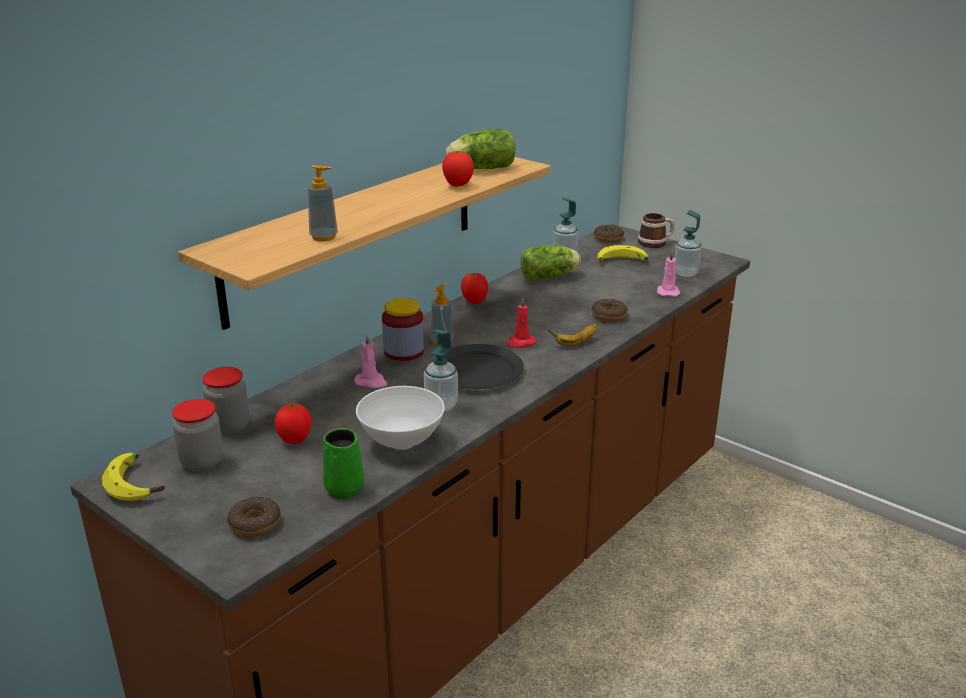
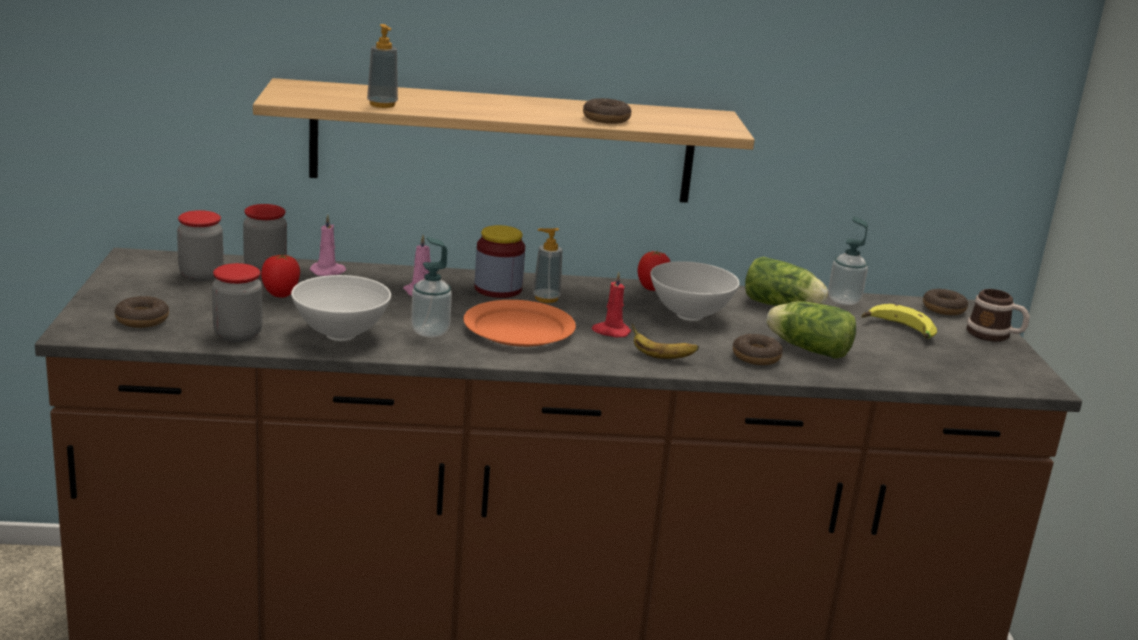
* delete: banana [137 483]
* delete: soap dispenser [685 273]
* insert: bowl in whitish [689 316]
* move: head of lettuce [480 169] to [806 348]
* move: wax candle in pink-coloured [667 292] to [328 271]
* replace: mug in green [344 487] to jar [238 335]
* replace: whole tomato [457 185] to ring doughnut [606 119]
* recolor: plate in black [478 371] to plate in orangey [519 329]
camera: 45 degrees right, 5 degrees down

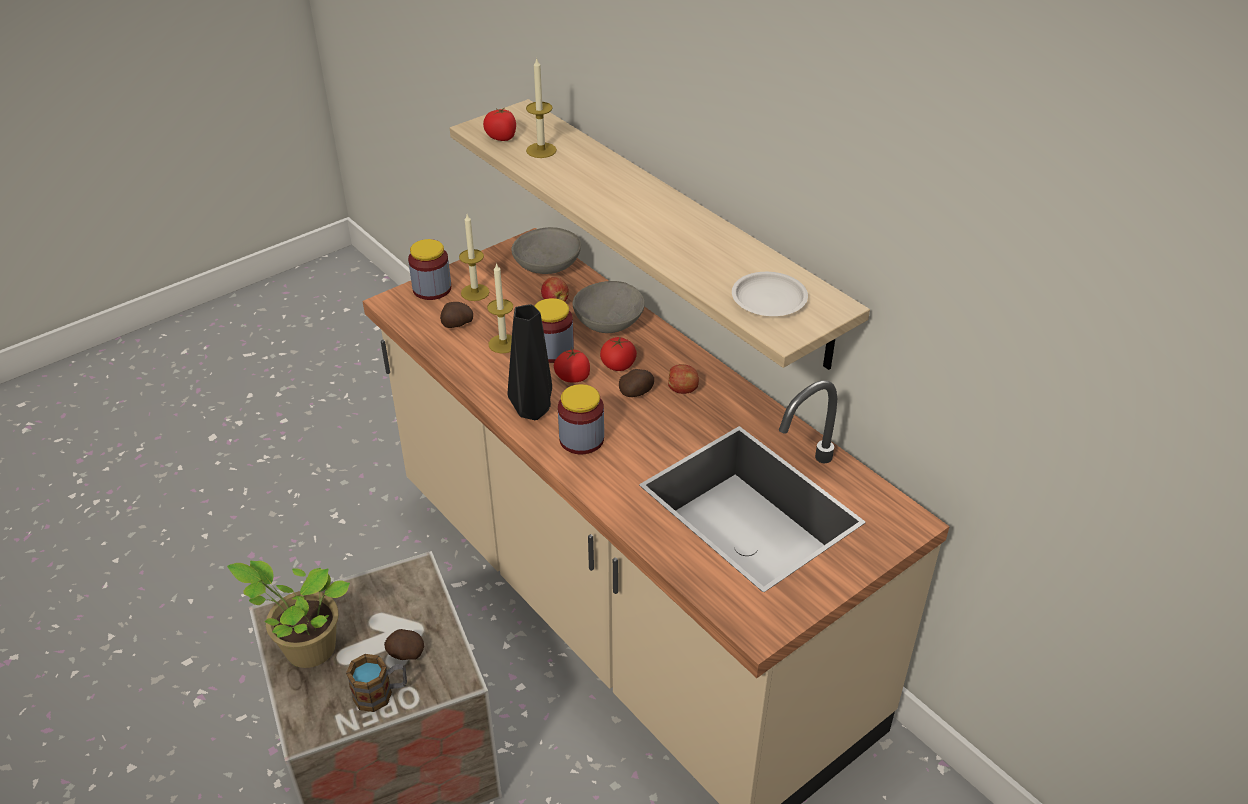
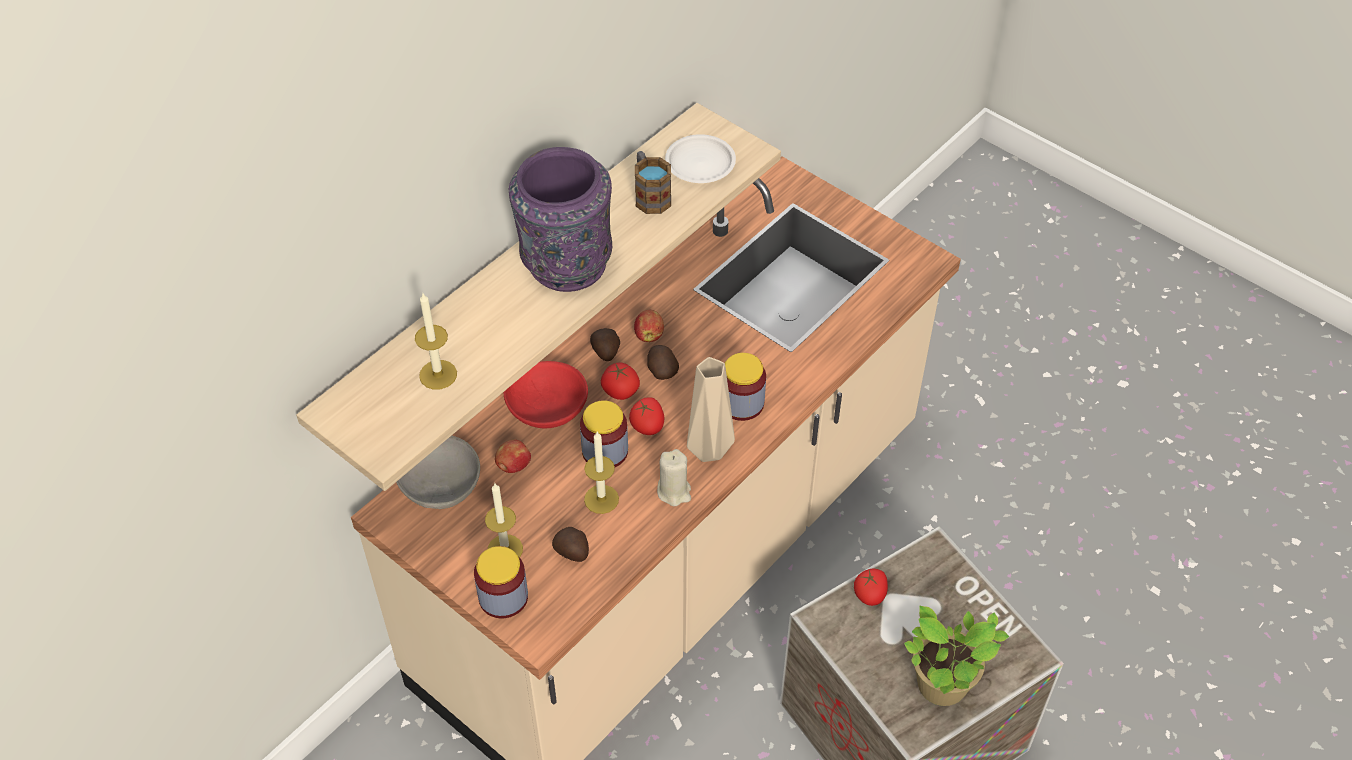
* insert: decorative vase in purple-coloured [566 264]
* insert: wax candle in sand-coloured [674 491]
* move: mug [381 694] to [650 195]
* move: spud [405 654] to [605 352]
* move: whole tomato [501 137] to [870 594]
* recolor: decorative vase in black [532 409] to decorative vase in sand-coloured [707 451]
* recolor: bowl in grey [608 323] to bowl in red [547 410]
camera: 100 degrees left, 10 degrees up

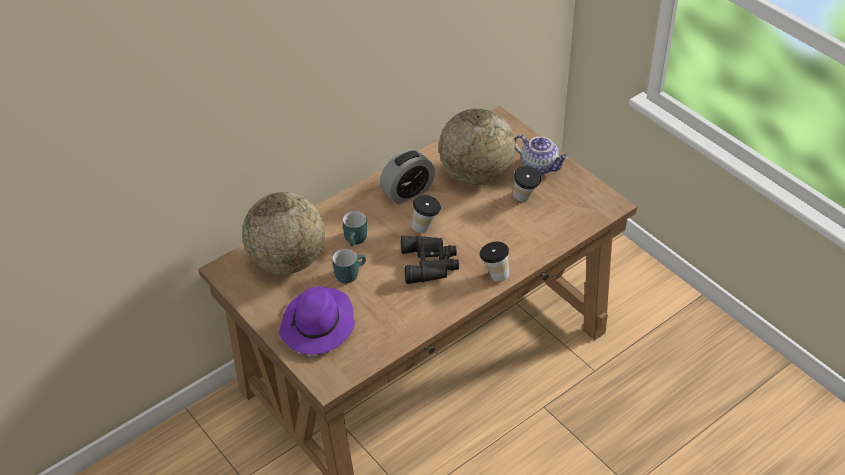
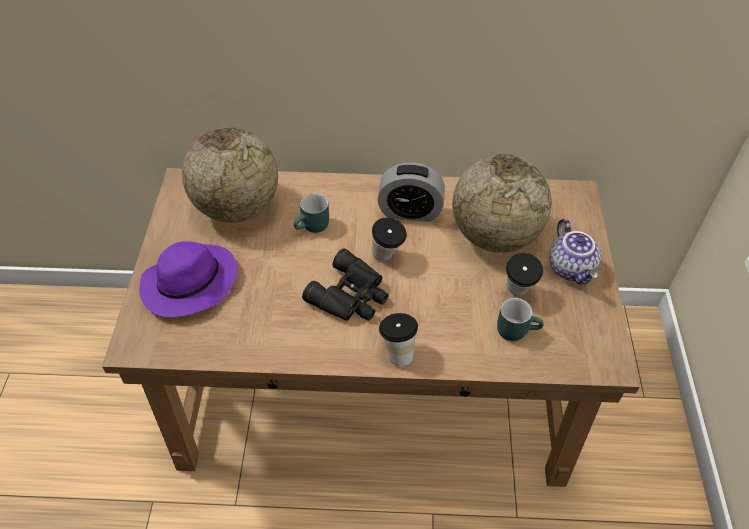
* move: mug in turquoise [349 273] to [516 329]
camera: 40 degrees right, 5 degrees up

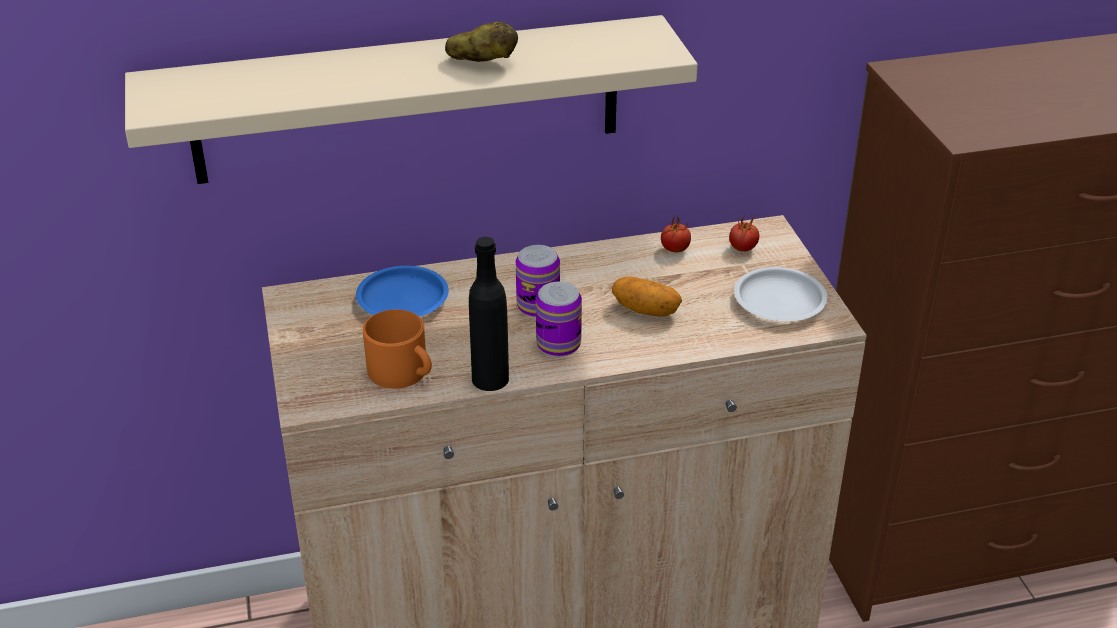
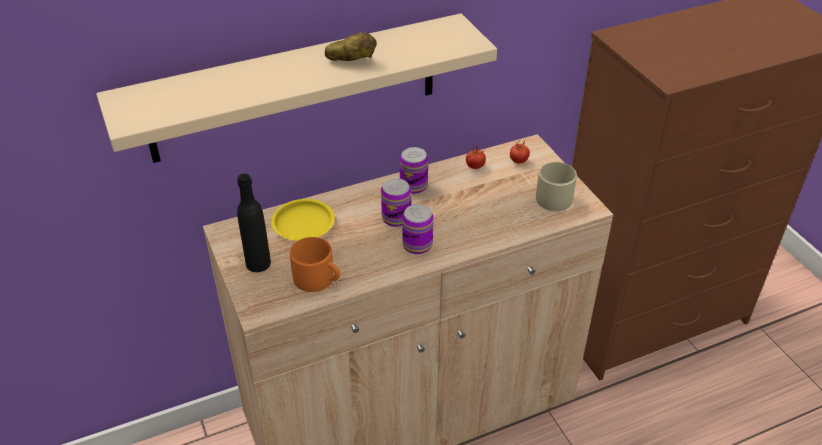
* delete: spud [646 310]
* insert: sealed can [413 186]
* move: bottle in black [490 379] to [258 263]
* replace: plate in whitish [778 300] to mug in sand-coloured [551 196]
* recolor: plate in blue [403 299] to plate in yellowish [304 223]
camera: 10 degrees left, 5 degrees up

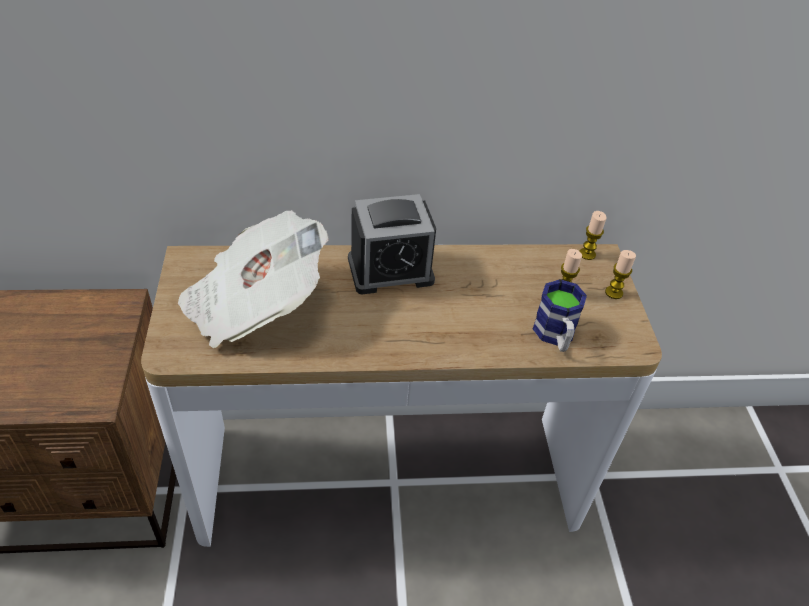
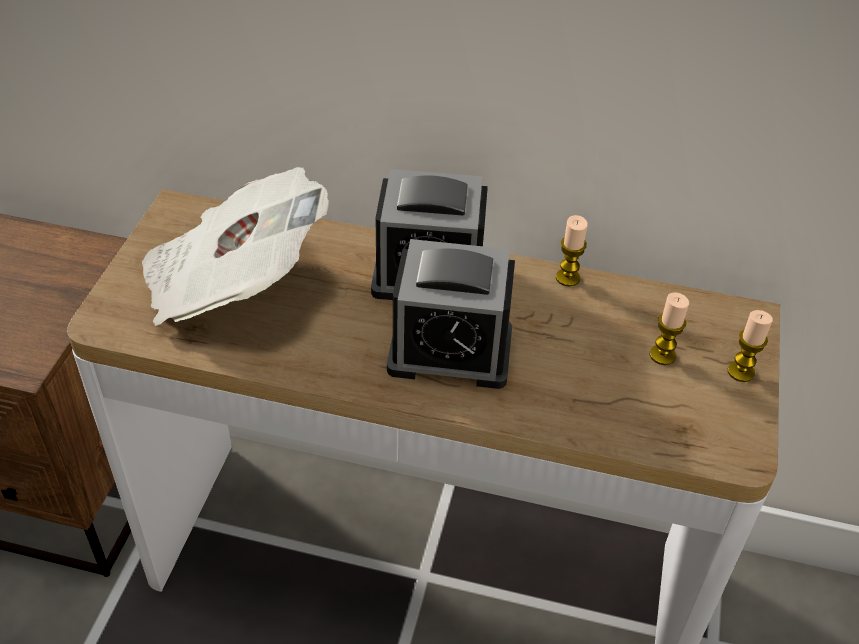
* delete: mug [555 336]
* insert: table clock [450 351]
* move: wax candle [587 254] to [567 278]
camera: 20 degrees right, 0 degrees up

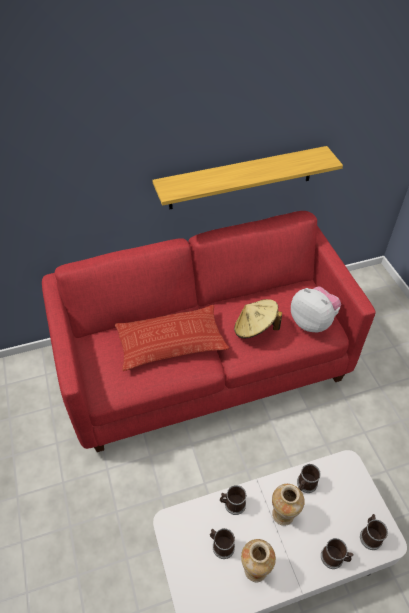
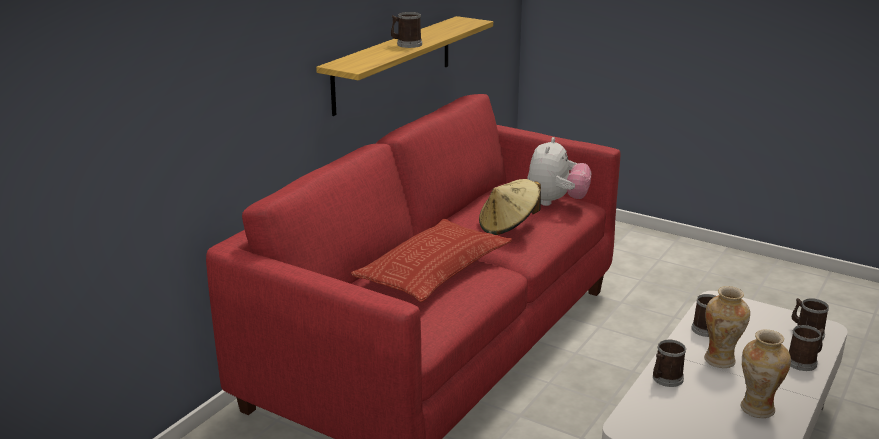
* move: mug [221 545] to [406 44]
* rotate: soft toy [312 321] = [556 202] 105 degrees clockwise
camera: 40 degrees left, 25 degrees down

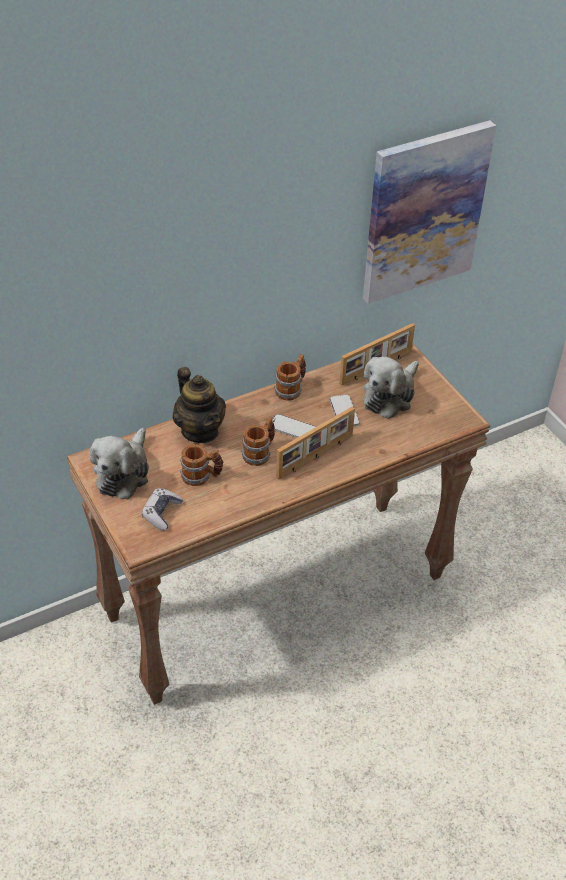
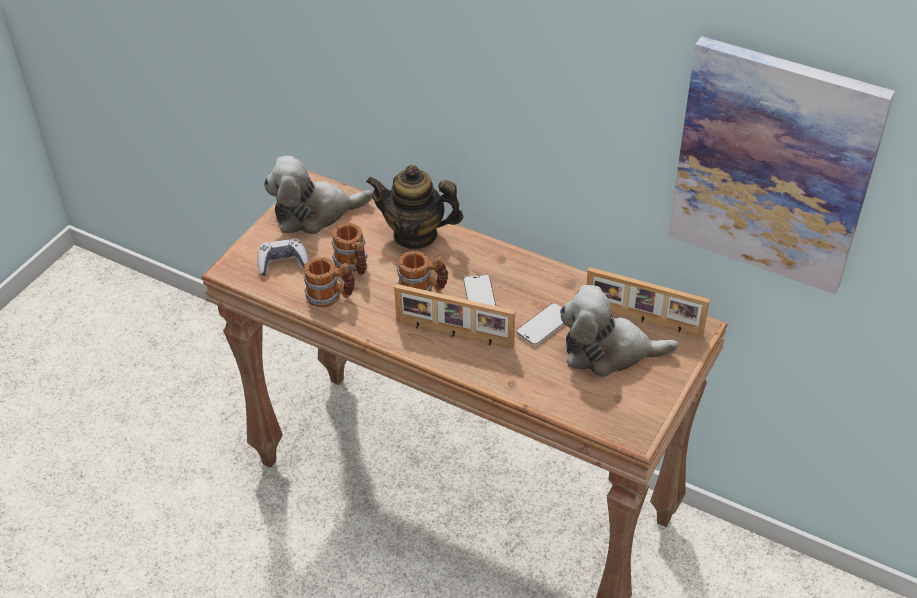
* move: mug [291 389] to [330 297]
* rotate: tea pot [200 430] = [415 235] 75 degrees clockwise
camera: 60 degrees right, 0 degrees up

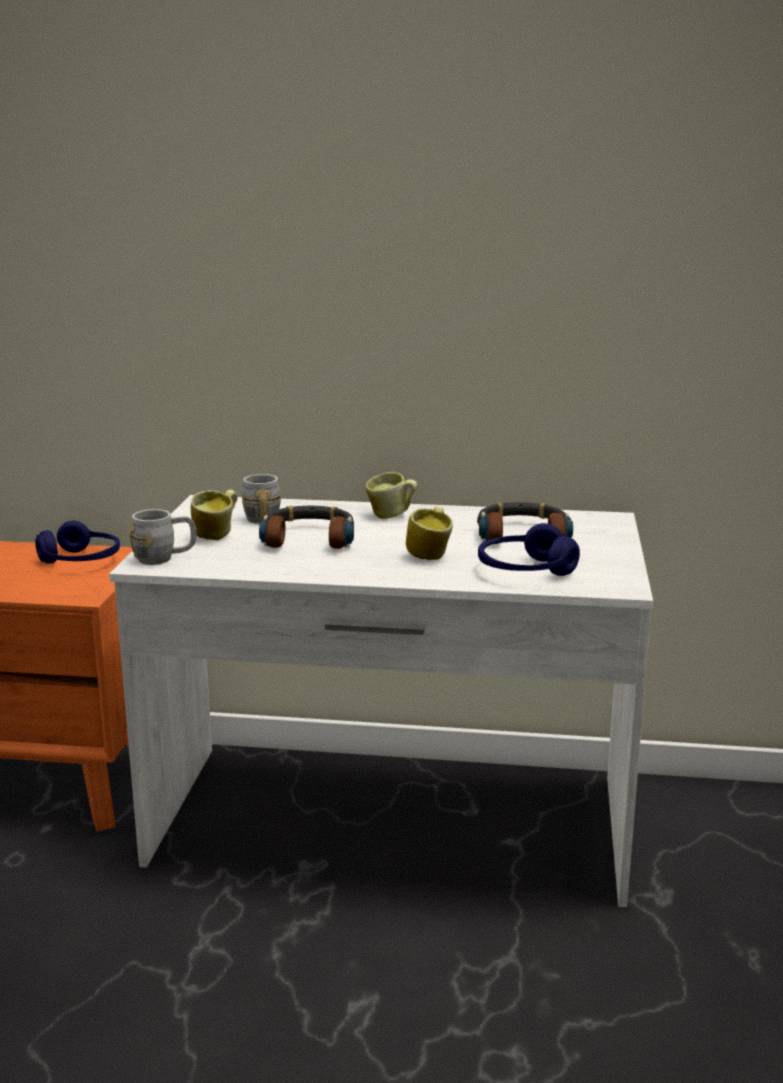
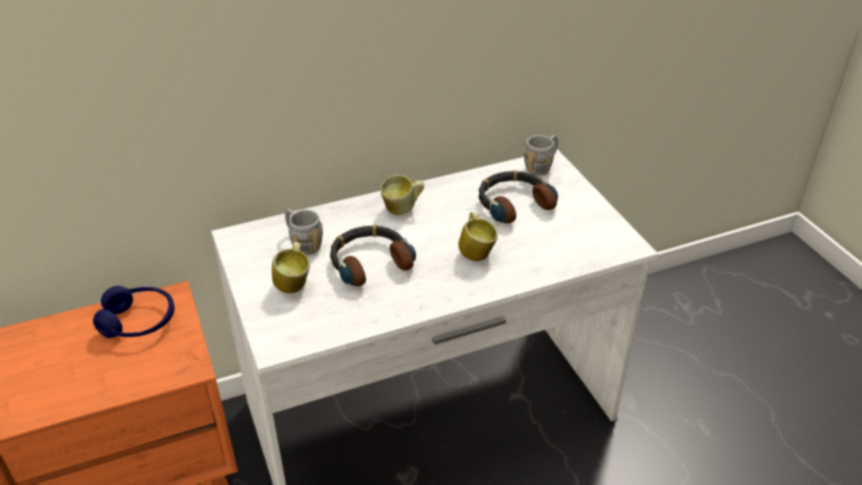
* delete: pair of headphones in blue [525 570]
* move: mug in grey [164 558] to [541 166]
camera: 30 degrees left, 20 degrees up

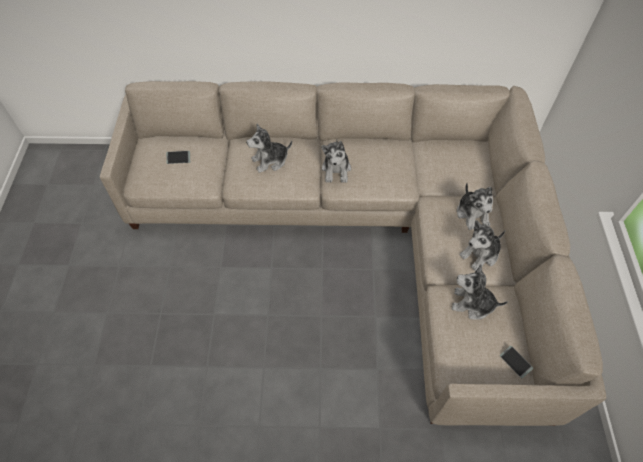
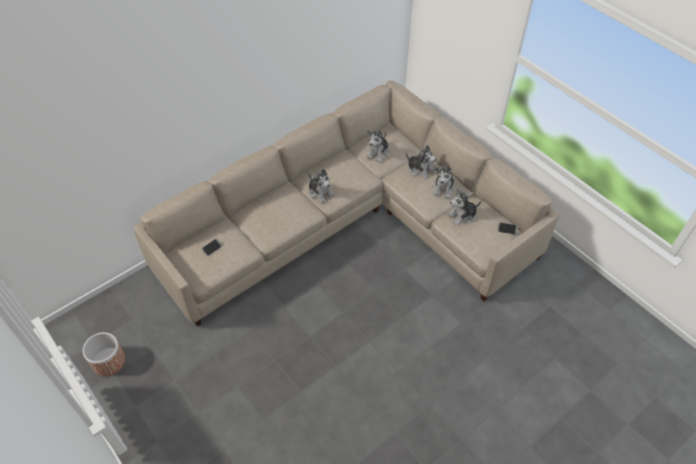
* insert: plant pot [108 361]
* move: soft toy [270 161] to [378 152]
camera: 40 degrees left, 5 degrees down

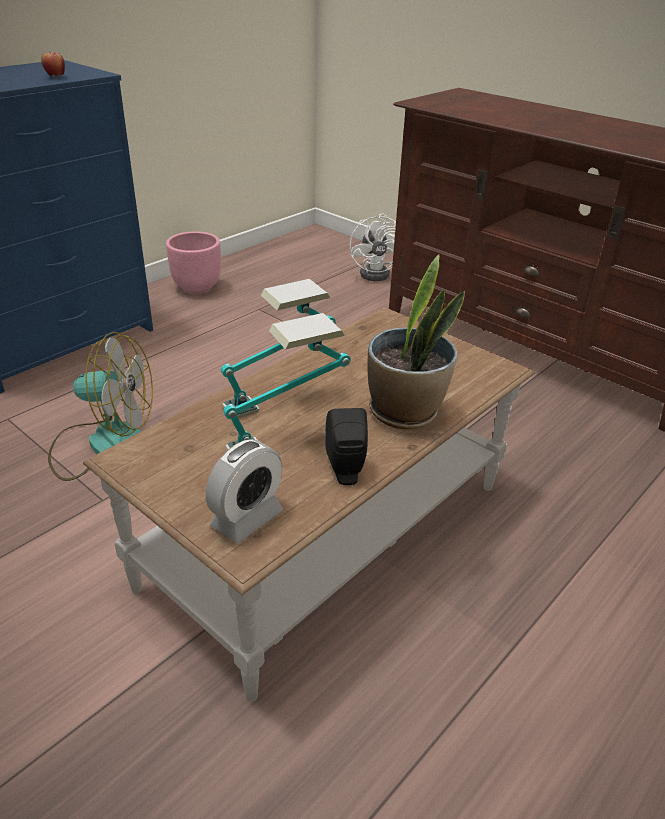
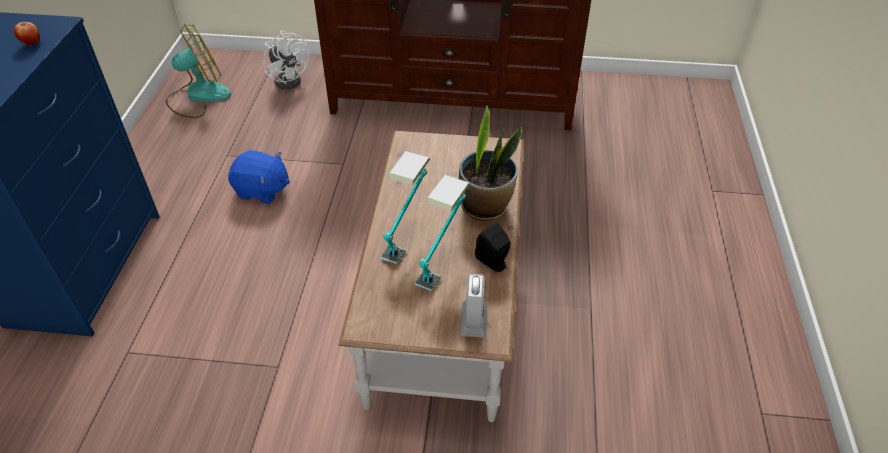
* delete: plant pot in pink-coloured [196 288]
* insert: soft toy in blue [262 190]
* move: cooling fan [104 444] to [198 96]
camera: 35 degrees left, 10 degrees up

